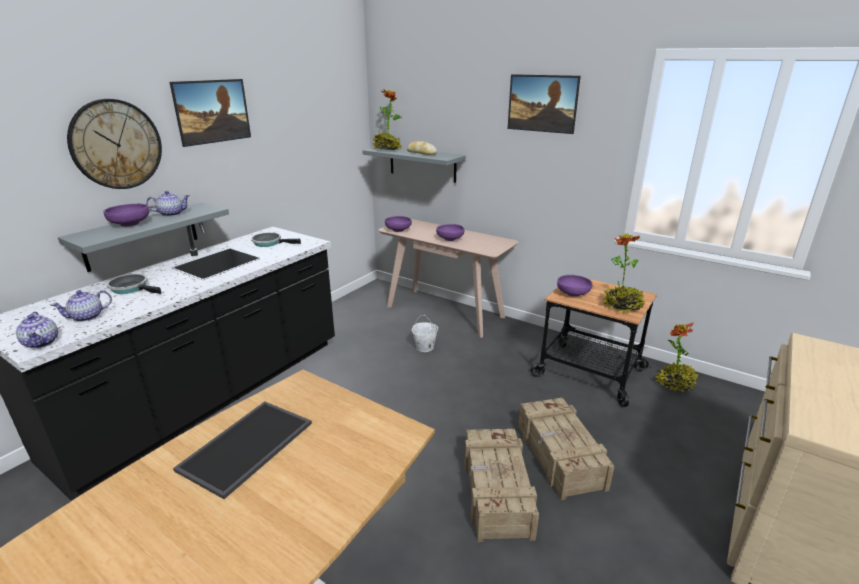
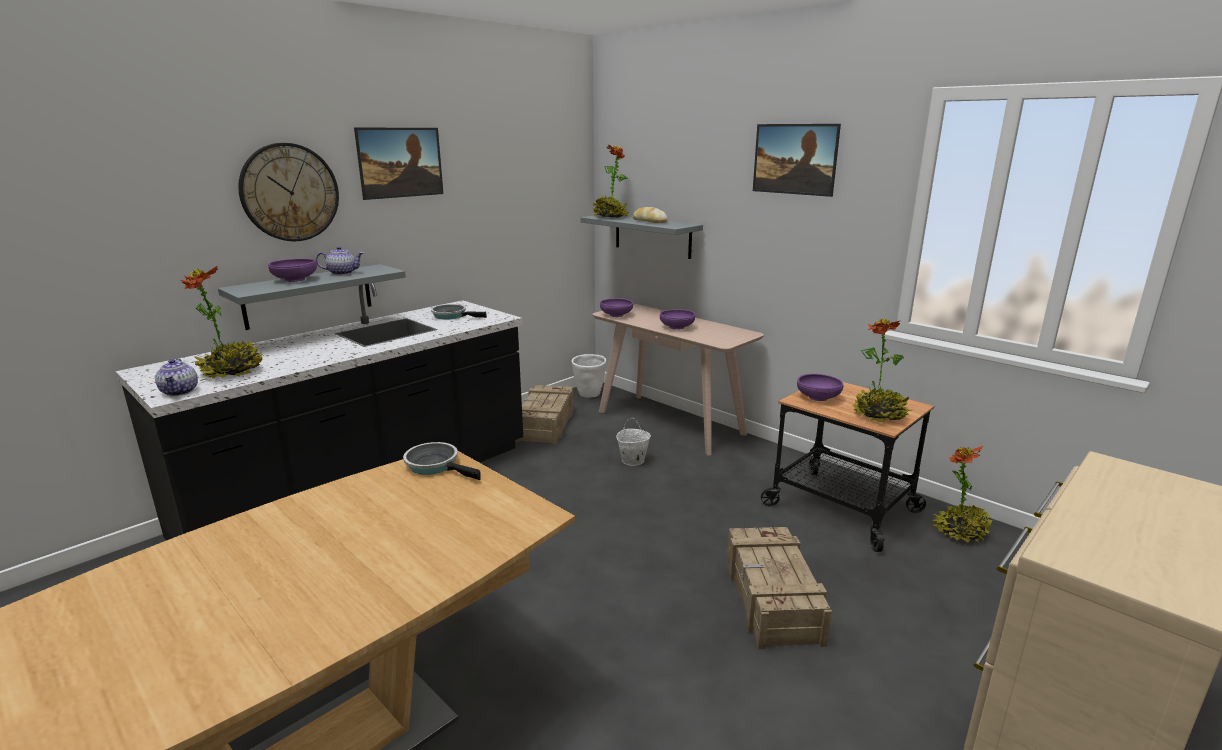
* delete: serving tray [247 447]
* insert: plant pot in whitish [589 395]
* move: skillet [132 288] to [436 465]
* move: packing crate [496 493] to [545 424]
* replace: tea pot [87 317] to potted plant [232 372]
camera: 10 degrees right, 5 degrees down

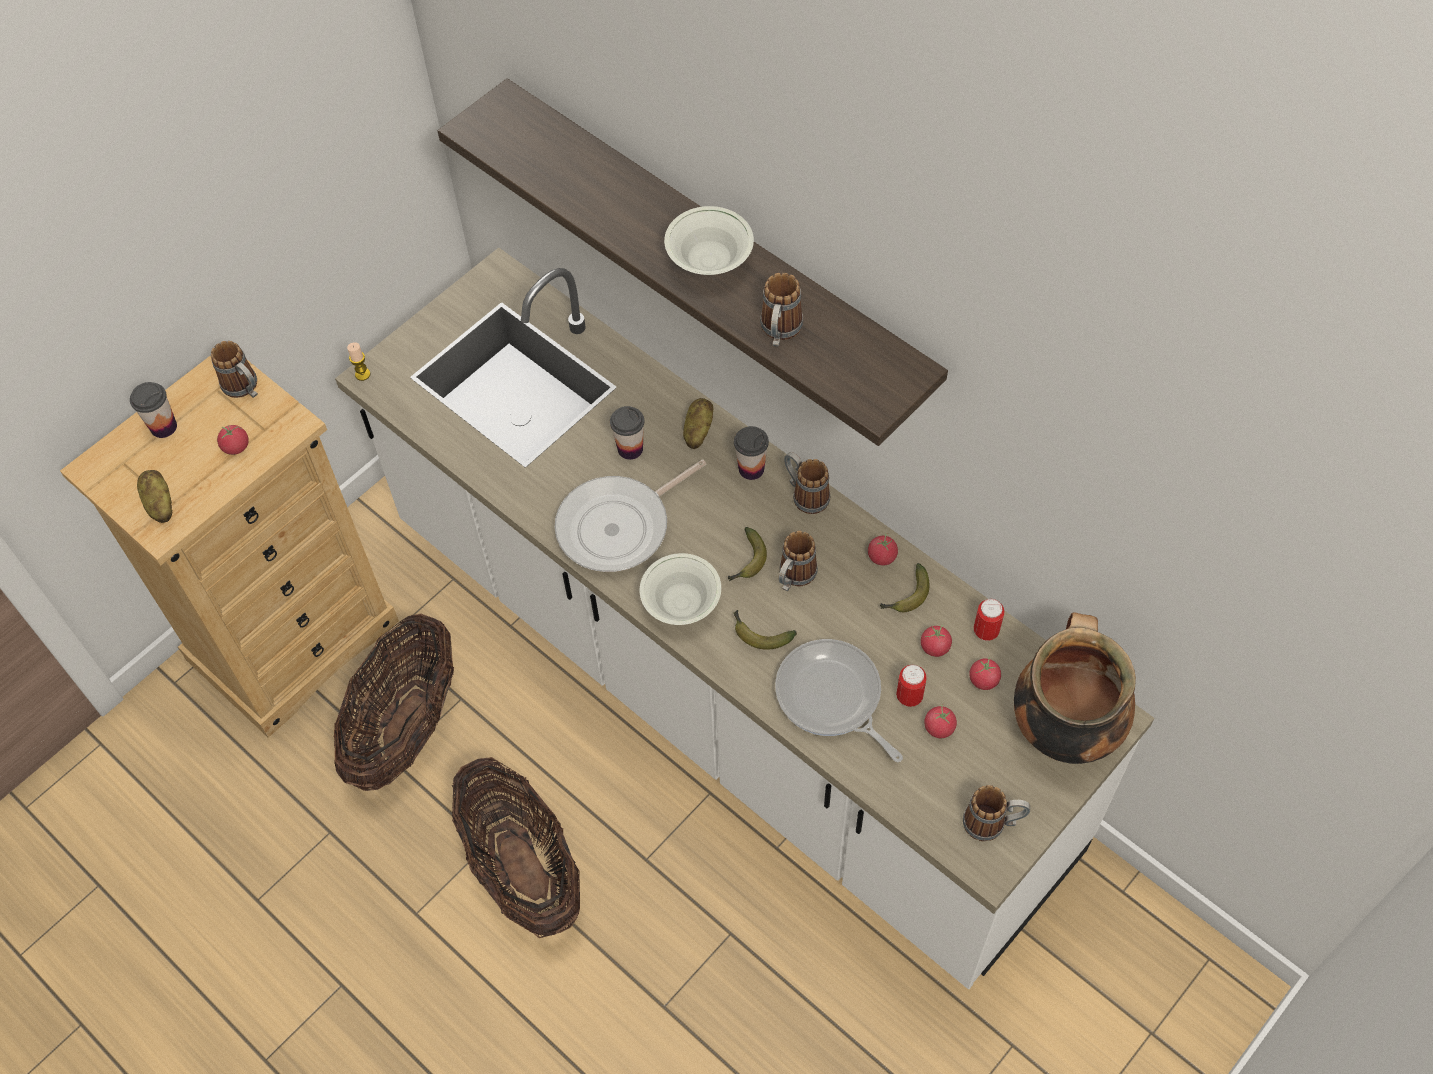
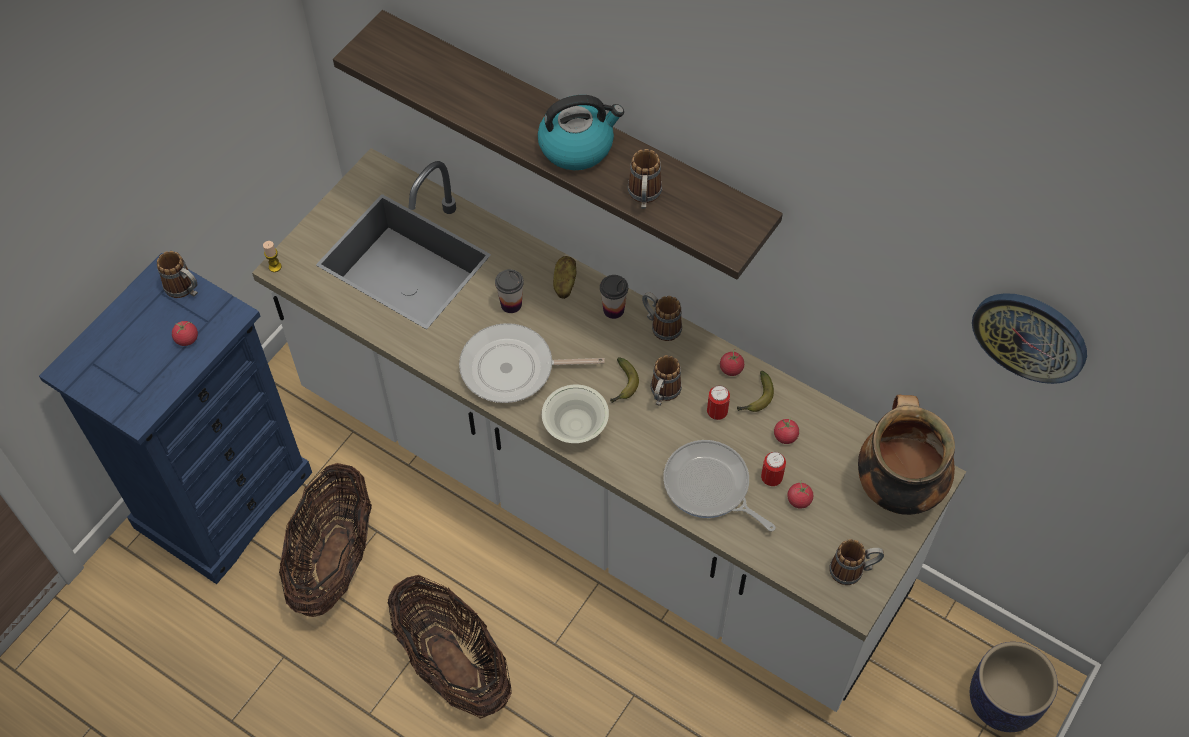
* delete: small cup [163 427]
* delete: spud [159 505]
* delete: banana [759 634]
* delete: whole tomato [983 680]
* insert: plant pot [1003 703]
* insert: clock on the wall [1030 336]
* move: sealed can [986 631] to [717 412]
* replace: bowl in whitish [709 262] to kettle [577 146]
* recolor: chest of drawers in sand-coloured [293 639] to chest of drawers in blue [224 499]
* rotate: skillet [619 526] = [513 369] 45 degrees clockwise
camera: 10 degrees left, 0 degrees up

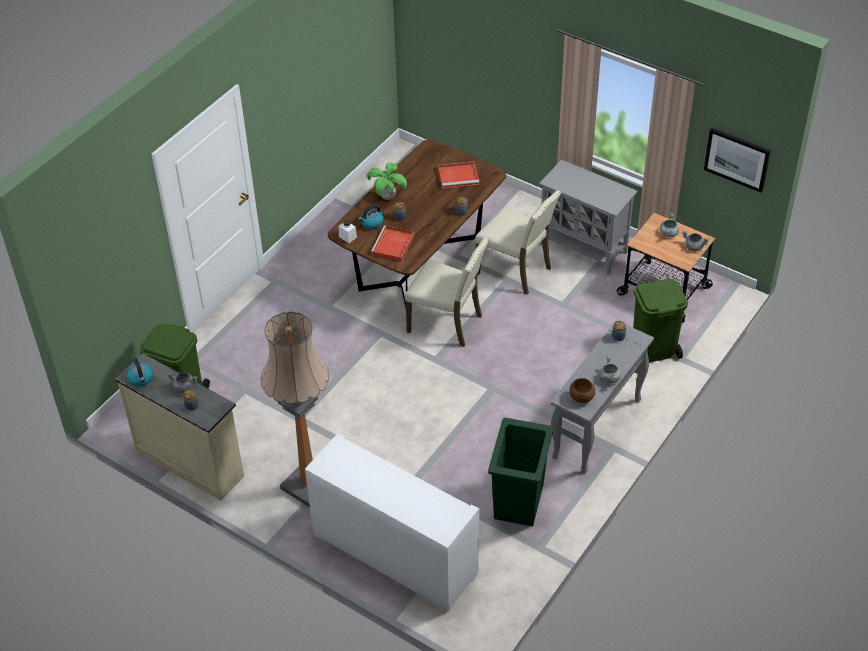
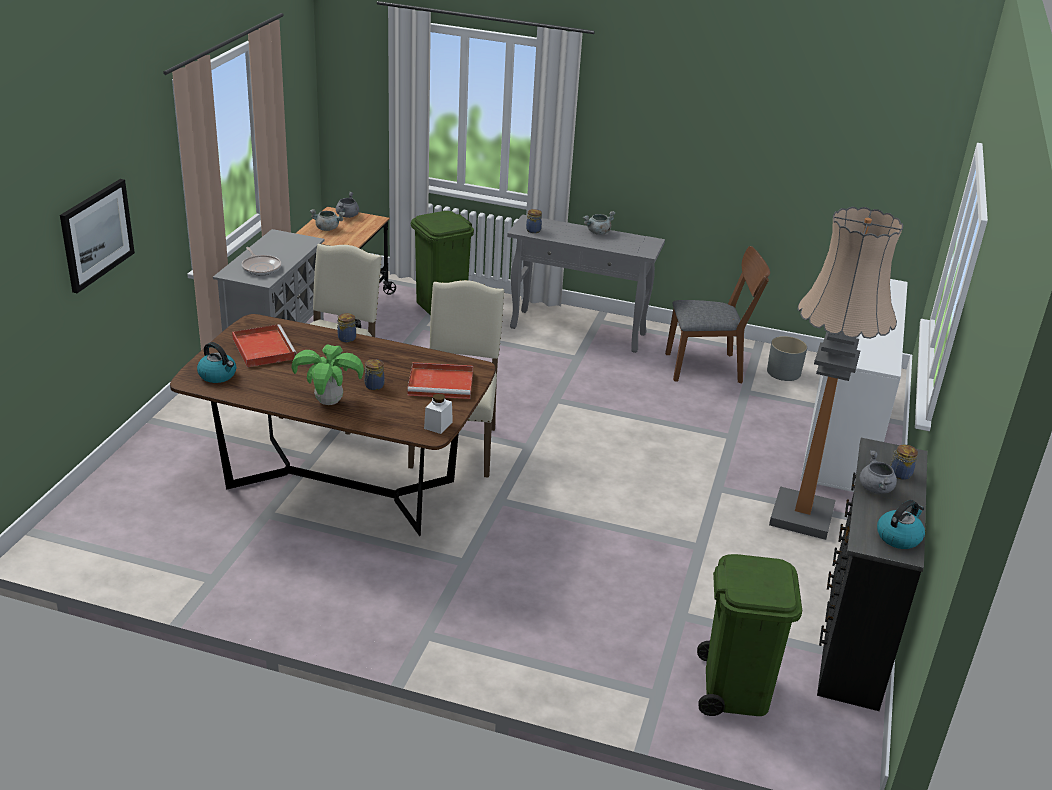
* delete: bowl in brown [581 397]
* insert: skillet [261 267]
* insert: plant pot in grey [784 372]
* move: kettle [371 223] to [218 375]
* move: picture [737 159] to [96 234]
* replace: trash can in green [518 502] to plain chair in brown [710 367]
* recolor: chest of drawers in sand-coloured [190 462] to chest of drawers in black [851 640]
camera: 110 degrees left, 15 degrees down

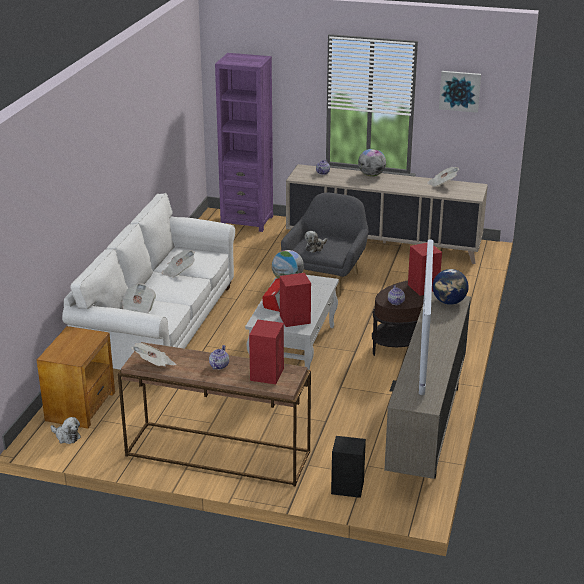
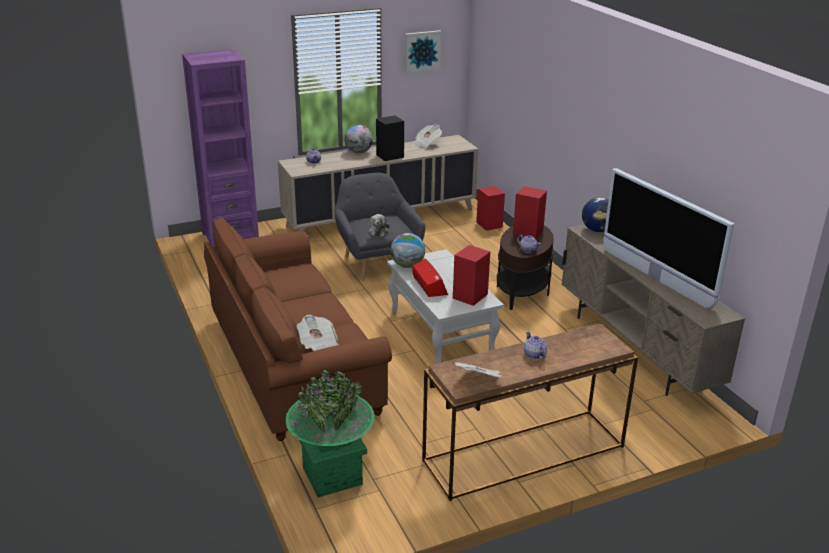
* delete: soft toy [66 436]
* delete: daily paper [178 272]
* move: loudspeaker in red [267 373] to [489 224]
* move: loudspeaker in black [348 487] to [390 156]
* replace: accent table in brown [81 406] to plant pot in green [332 475]
* recolor: sofa in whitish [160 327] to sofa in brown [294 364]
camera: 40 degrees left, 0 degrees up

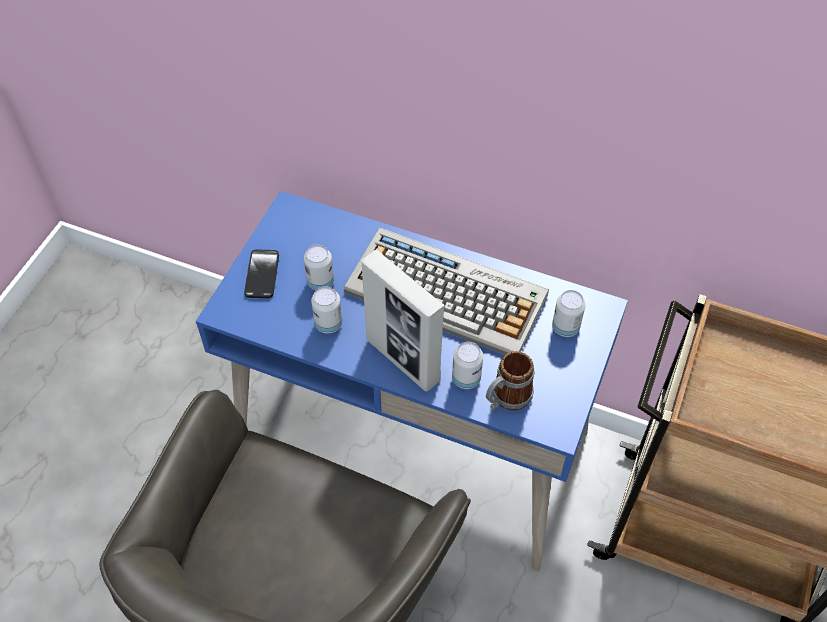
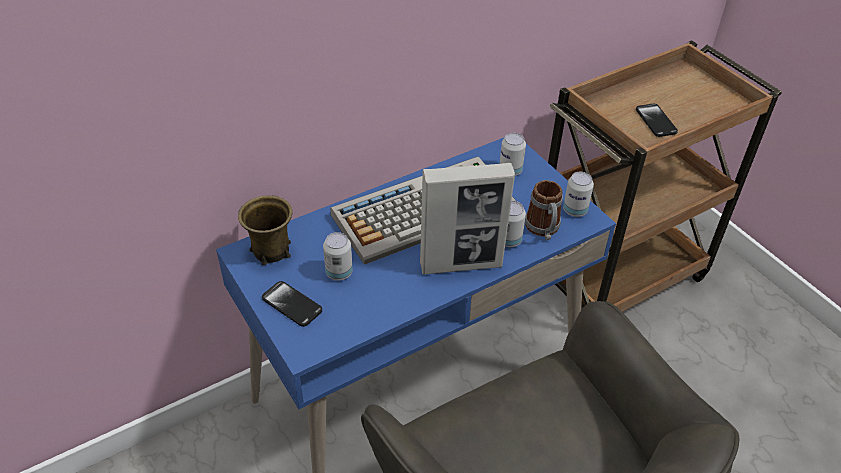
* insert: mug in brown [270 251]
* insert: phone [655 121]
* move: sealed can [328 324] to [575 210]
camera: 55 degrees left, 10 degrees down

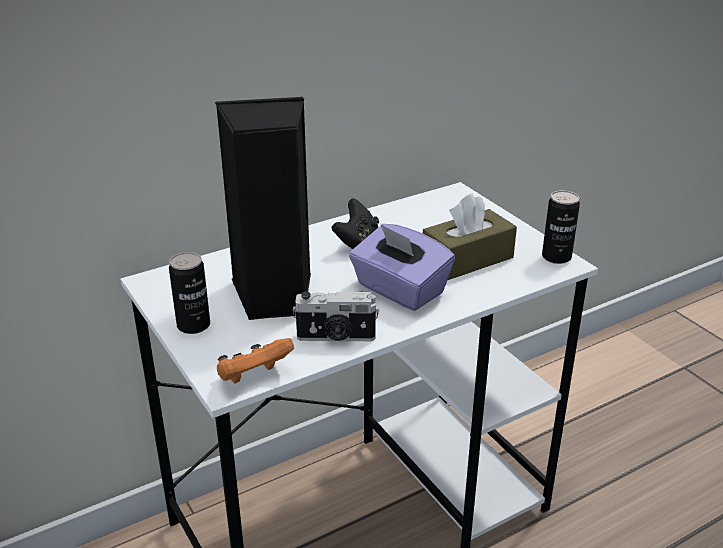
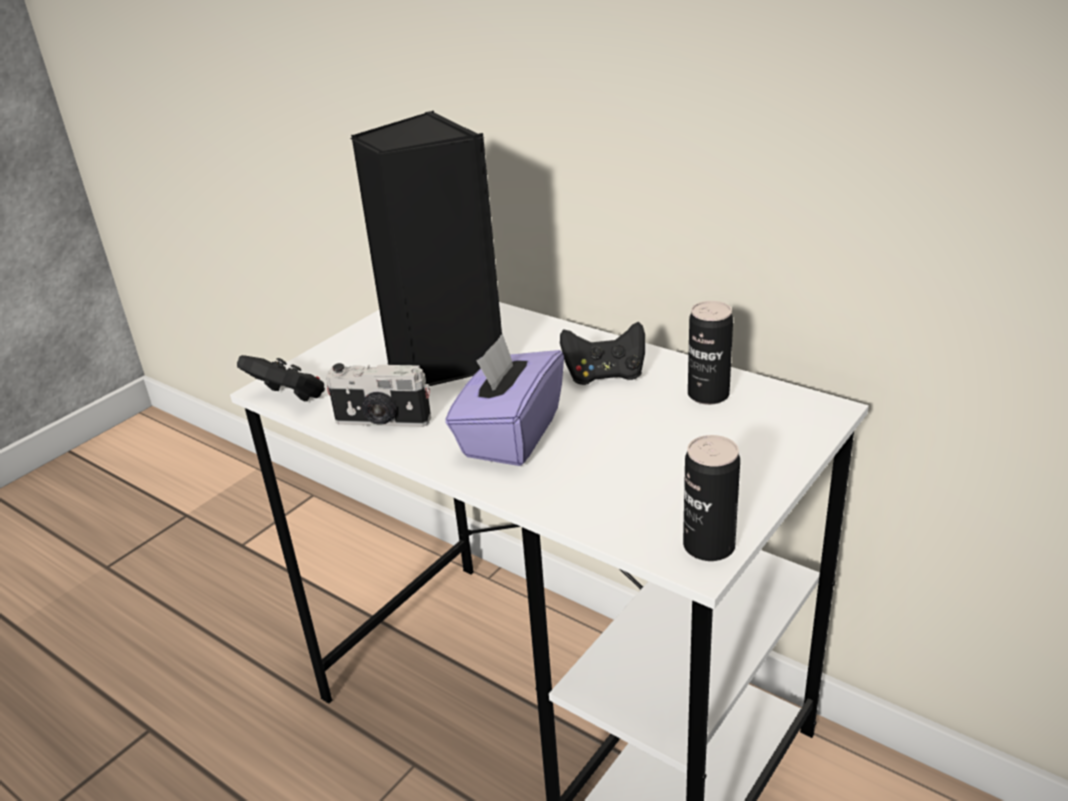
* delete: tissue holder in brown [467 259]
* move: sealed can [193 325] to [708 395]
* recolor: joypad in orangey [253 377] to joypad in black [289 397]
* rotate: still camera [336 337] = [382 421] 60 degrees counterclockwise
camera: 70 degrees right, 0 degrees up

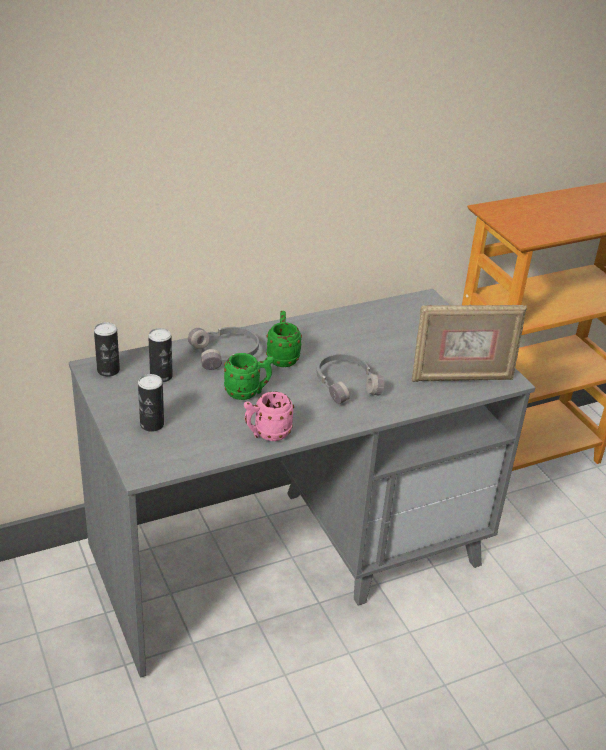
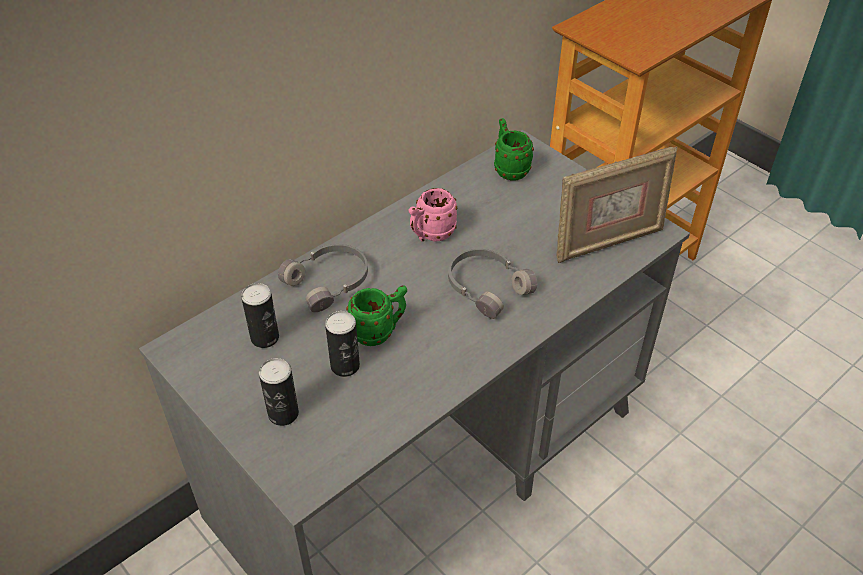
* move: sealed can [108 370] to [345 366]
* move: mug in pink-coloured [267 434] to [431 235]
* move: mug in green [282 357] to [509 168]
camera: 15 degrees left, 10 degrees up

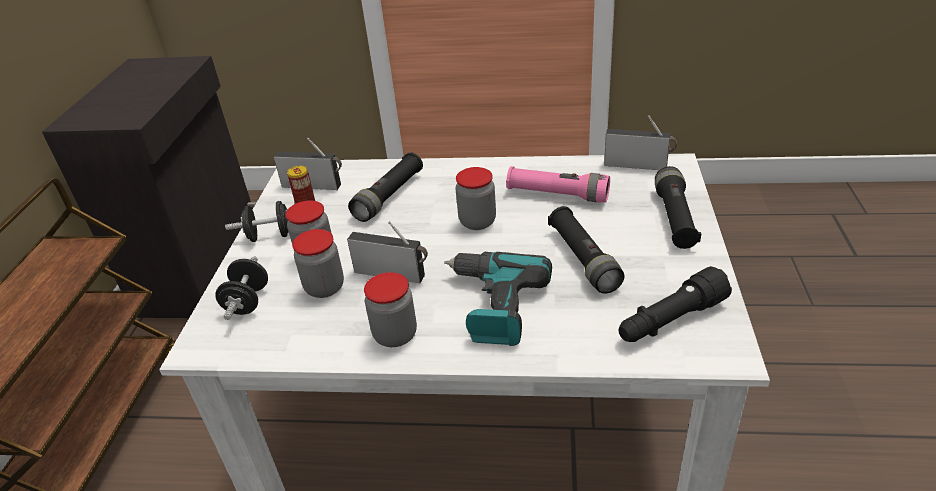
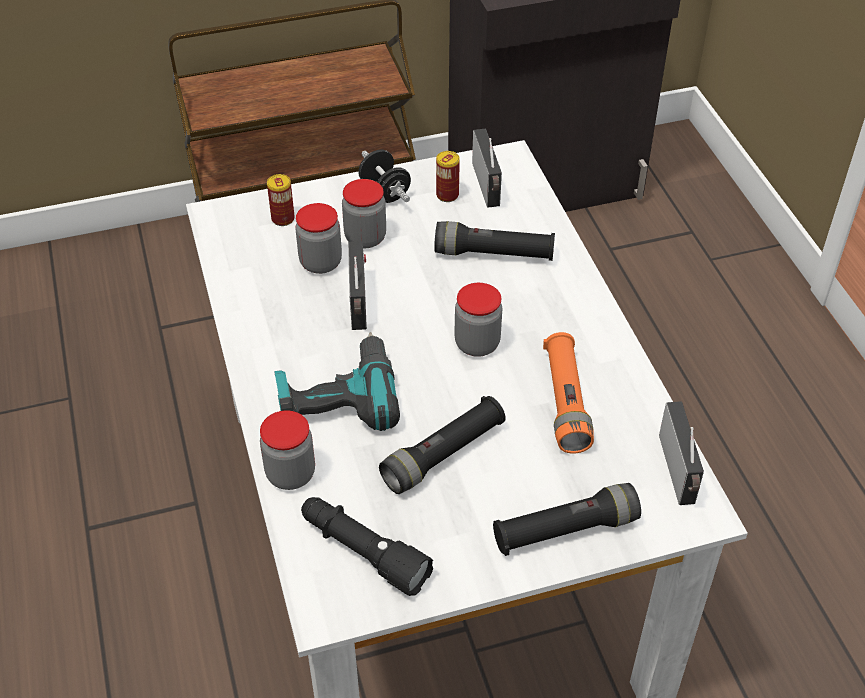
* move: jar [395 335] to [290 474]
* replace: dumbbell in black [247 302] to sealed can [283 219]
* recolor: hand torch in pink-coloured [557 195] to hand torch in orangey [566 402]
camera: 65 degrees right, 10 degrees up

